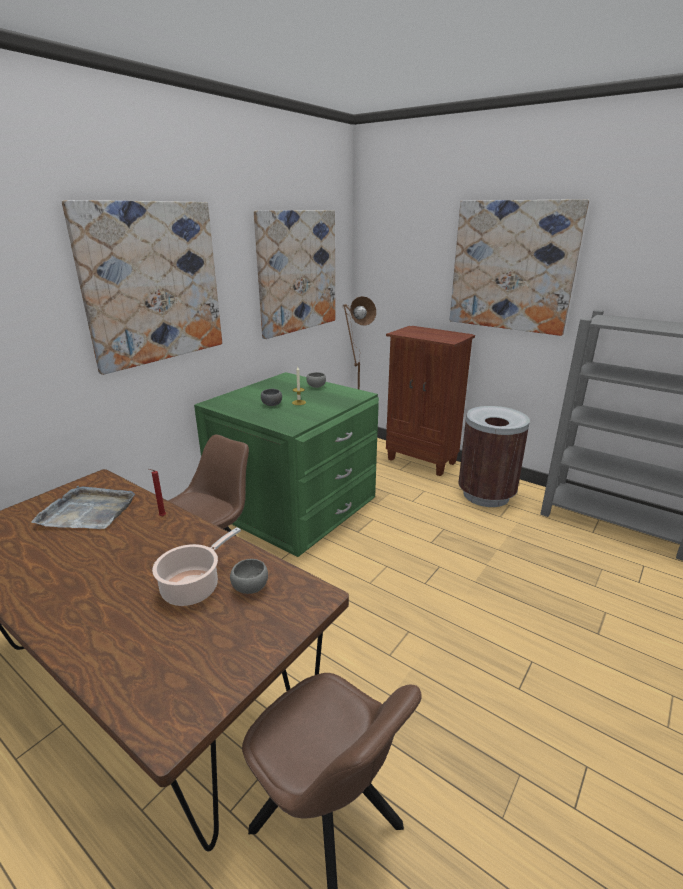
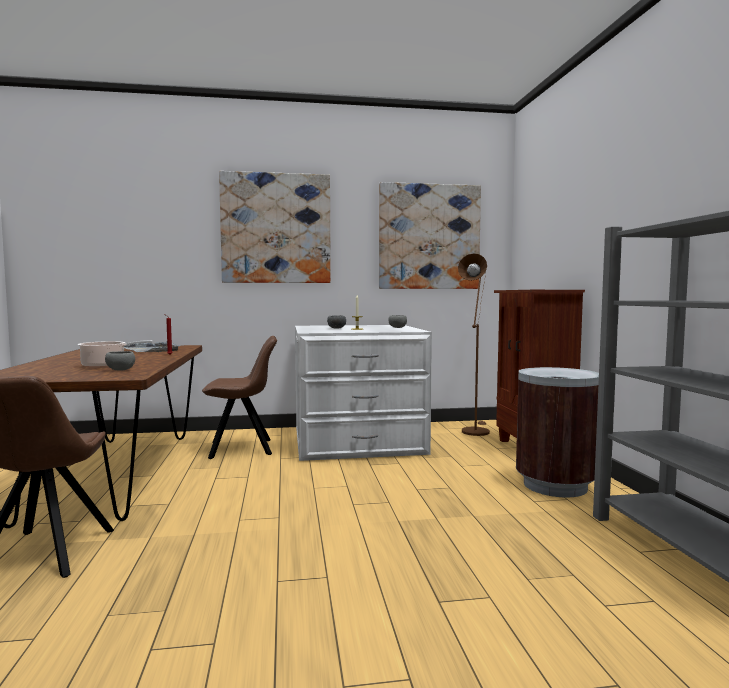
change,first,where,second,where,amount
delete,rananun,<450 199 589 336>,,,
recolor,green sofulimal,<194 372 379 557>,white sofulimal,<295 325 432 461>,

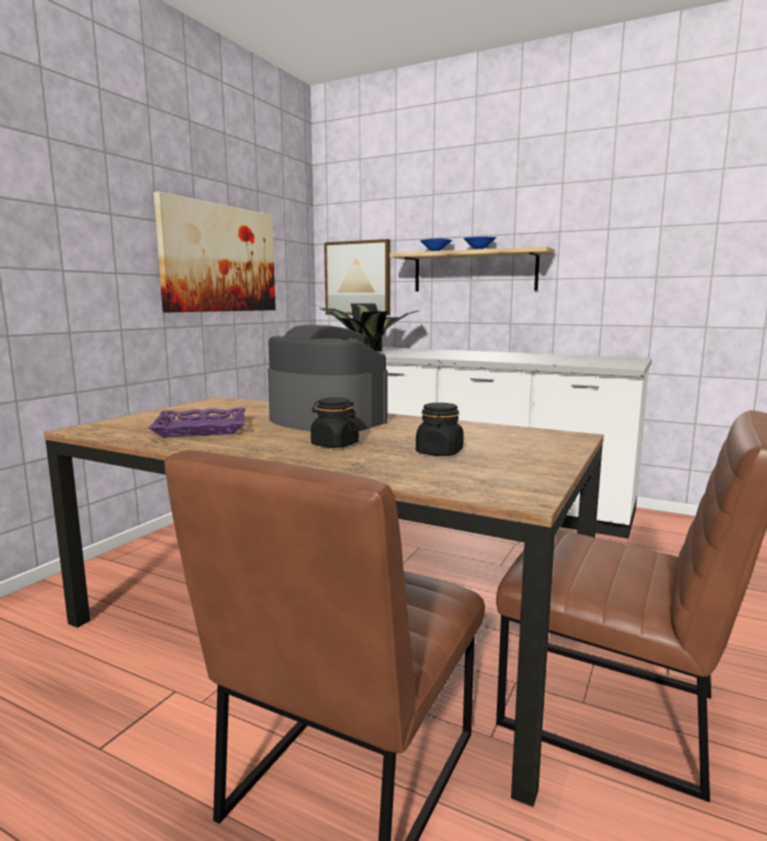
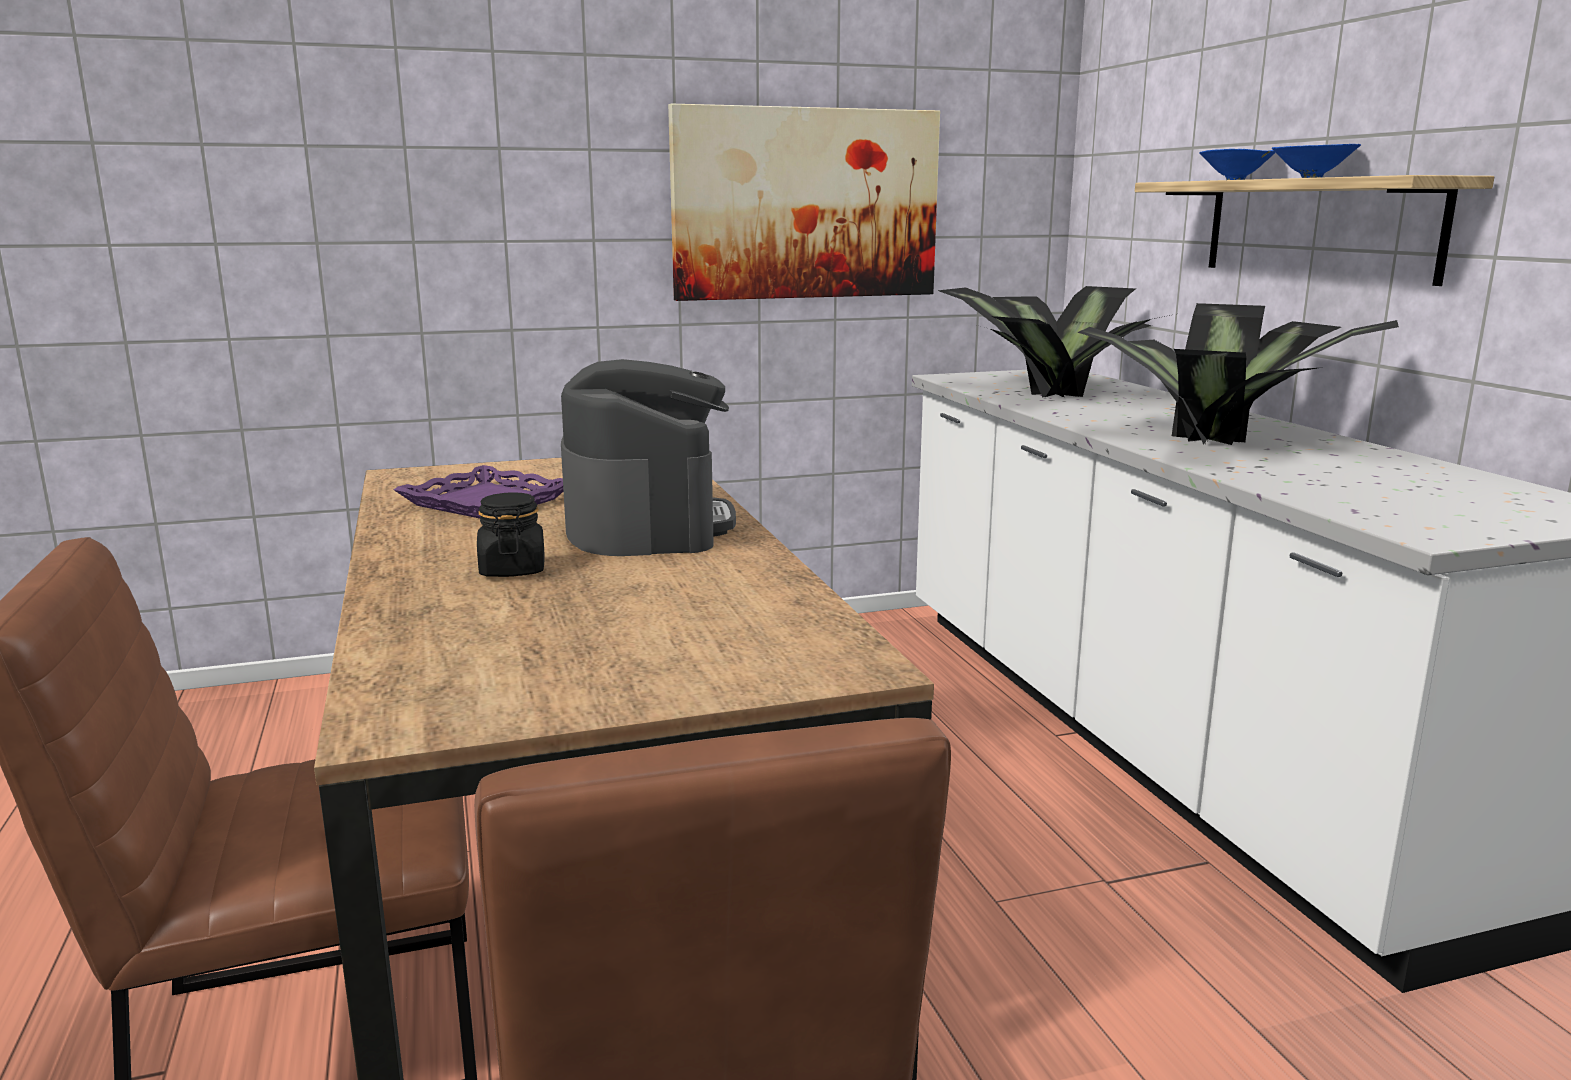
change,first,where,second,where,amount
delete,rananun,<324 239 390 316>,,,
delete,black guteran,<416 403 464 456>,,,
insert,,,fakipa,<1077 303 1399 445>,

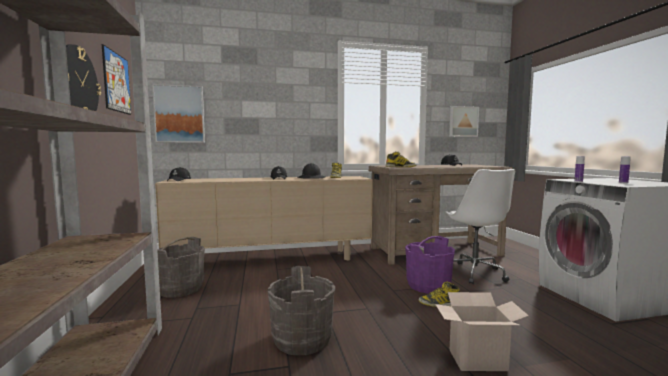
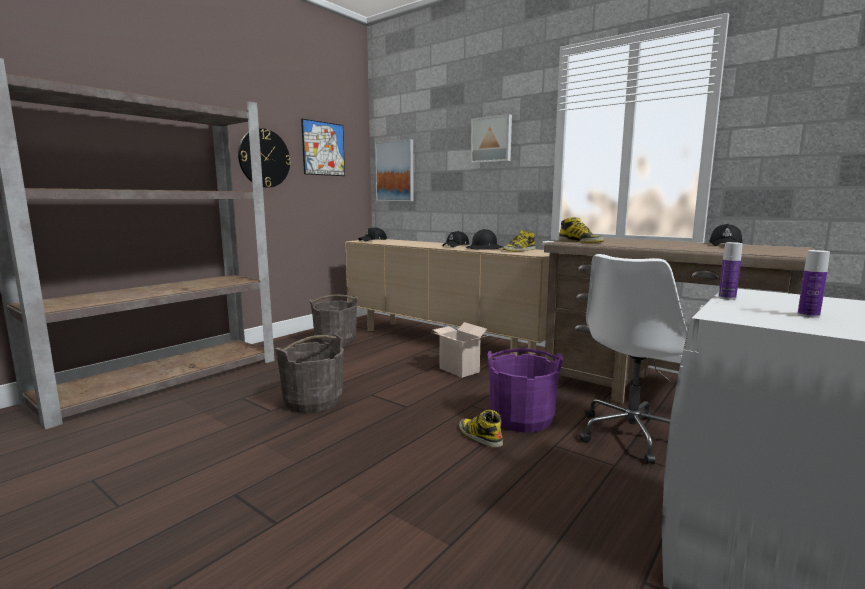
change,first,where,second,where,amount
move,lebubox,<435 292 529 371>,,<431 322 489 378>,
move,rananun,<449 106 479 137>,,<471 114 512 163>,

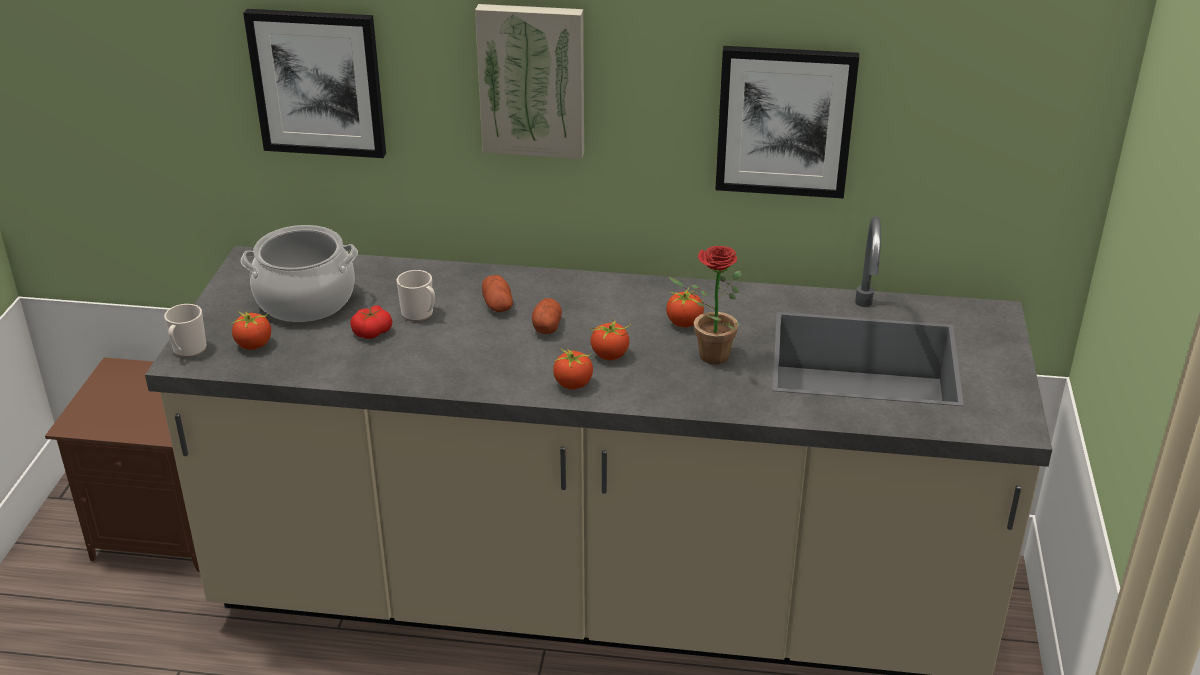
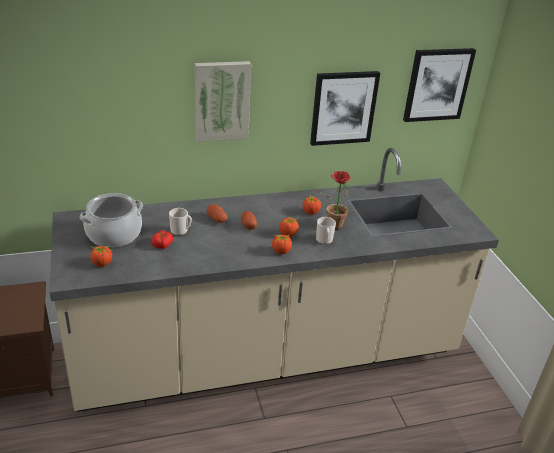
change,first,where,second,where,amount
move,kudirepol,<164 304 207 358>,,<316 217 336 244>,
move,rananun,<243 9 386 158>,,<403 48 476 122>,

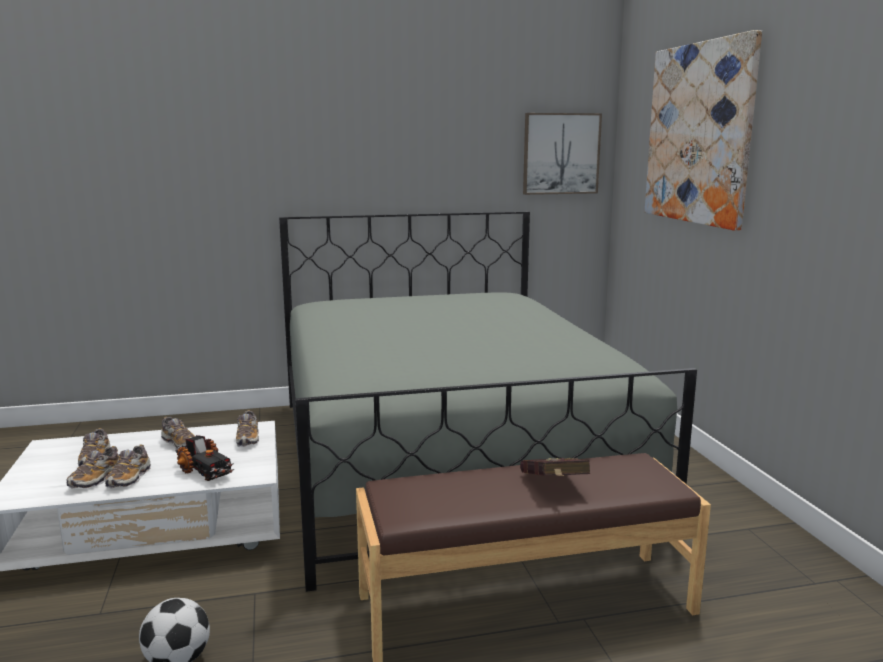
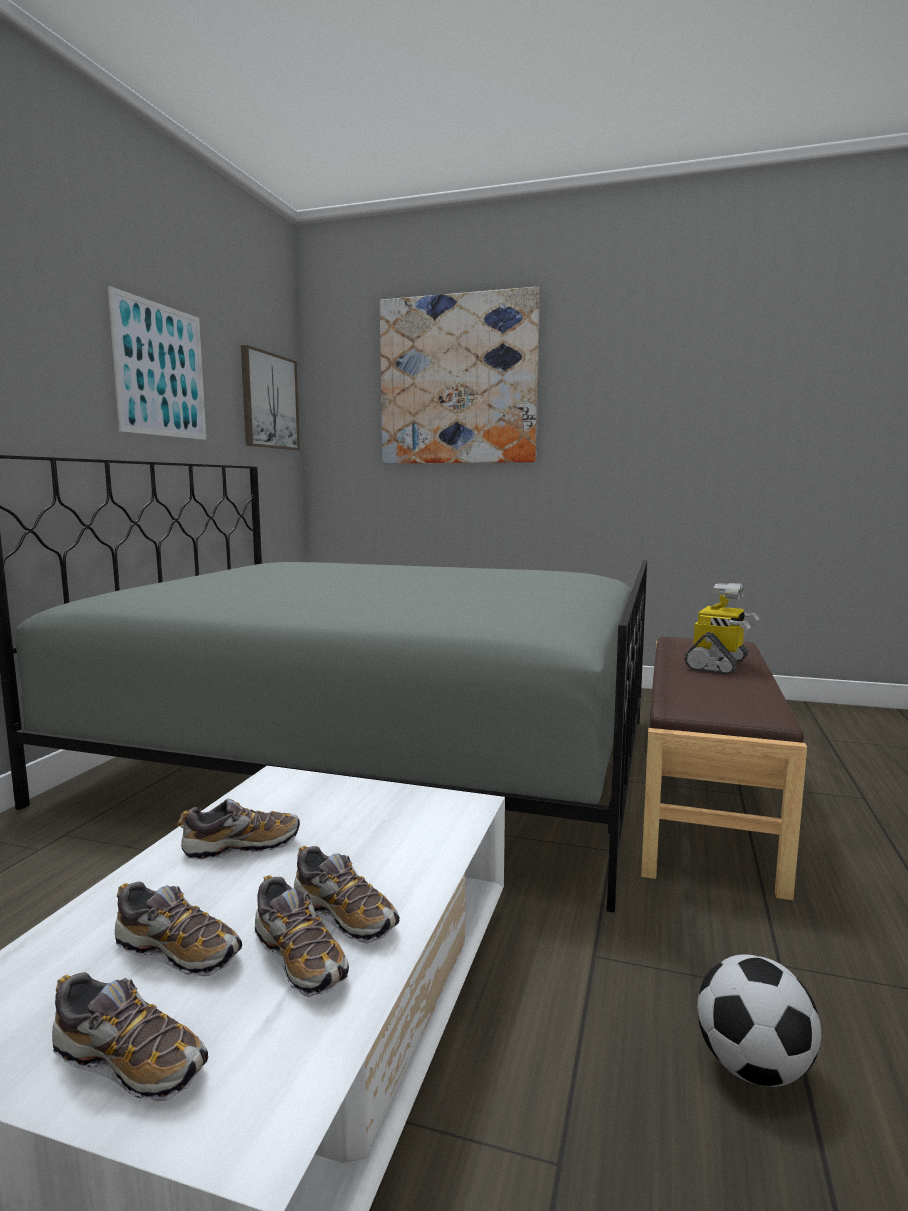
change,first,where,second,where,amount
delete,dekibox,<176 435 234 481>,,,
insert,,,rananun,<108 286 206 440>,
move,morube,<236 410 259 447>,,<52 972 208 1101>,
replace,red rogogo,<520 458 590 476>,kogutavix,<684 583 759 675>,

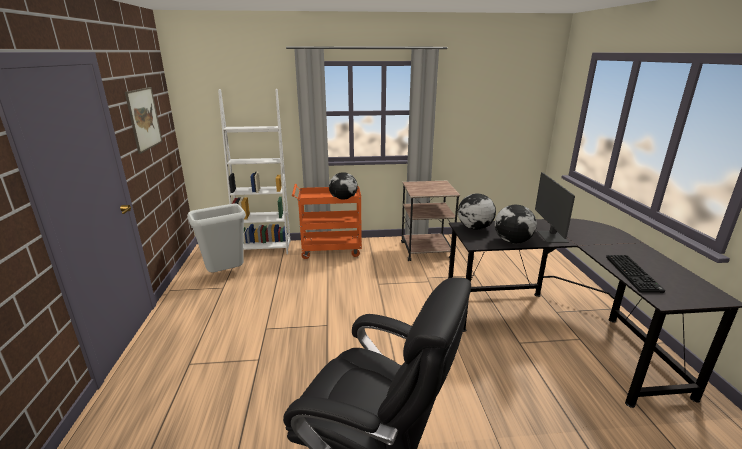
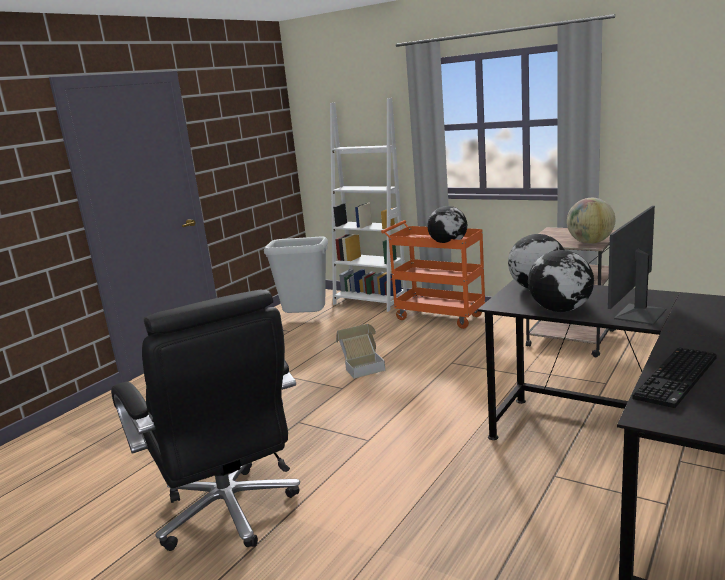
change,first,where,second,where,amount
delete,rananun,<125 87 162 154>,,,
insert,,,lebubox,<336 324 385 379>,
insert,,,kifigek,<567 198 615 244>,

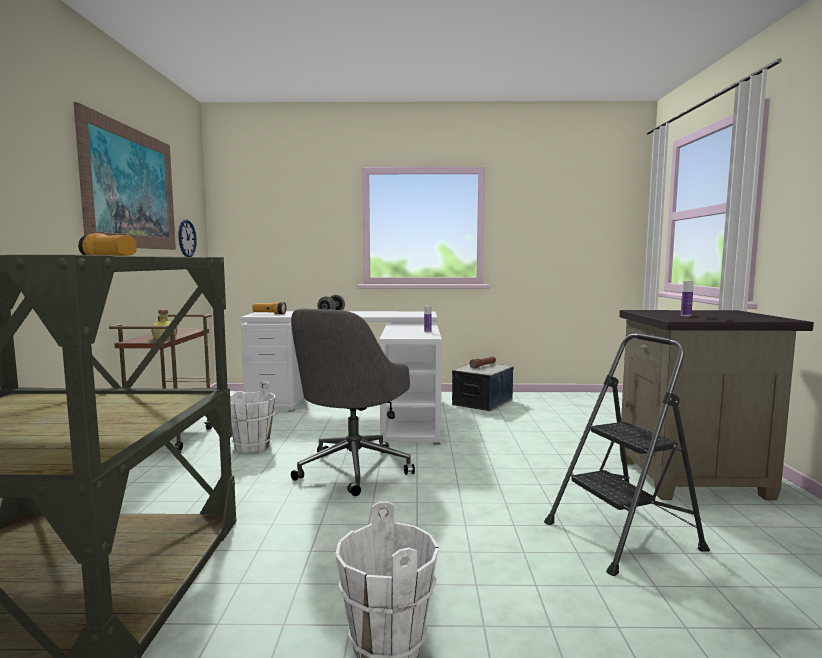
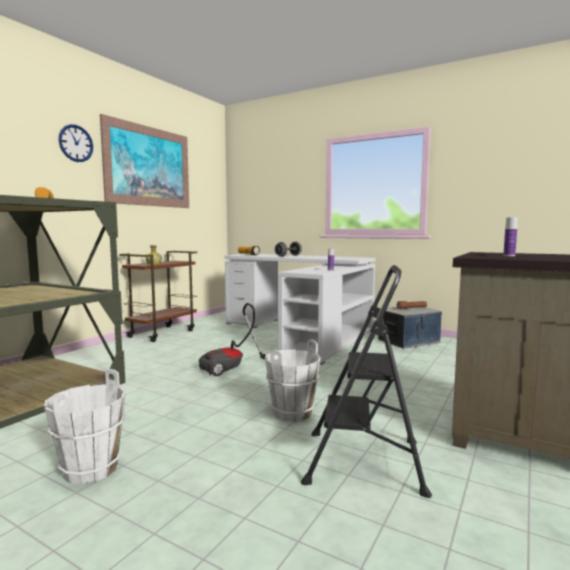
change,first,where,second,where,amount
move,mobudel,<178 219 197 257>,,<59 124 93 162>,
move,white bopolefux,<230 381 275 453>,,<265 339 321 422>,
replace,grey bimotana,<291 309 415 496>,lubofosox,<199 303 266 376>,

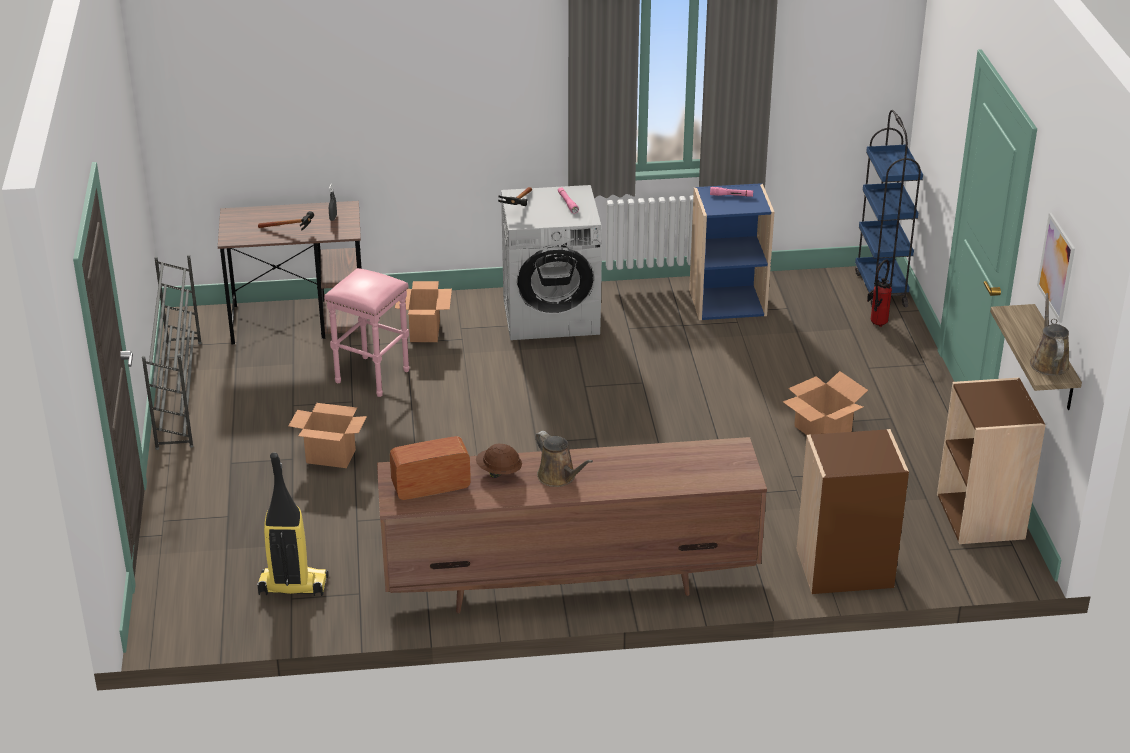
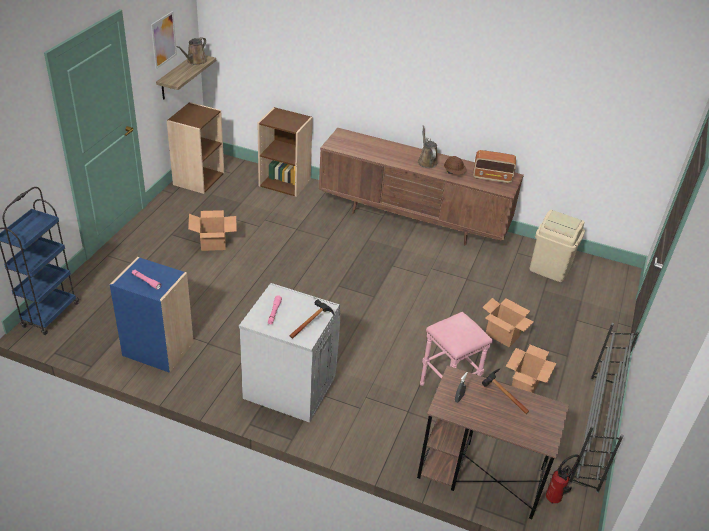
change,first,where,second,where,amount
move,lebubox,<395 281 452 342>,,<506 345 556 393>,
move,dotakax,<867 260 892 327>,,<546 454 580 504>,
replace,lubofosox,<257 452 328 596>,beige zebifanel,<529 210 585 282>,

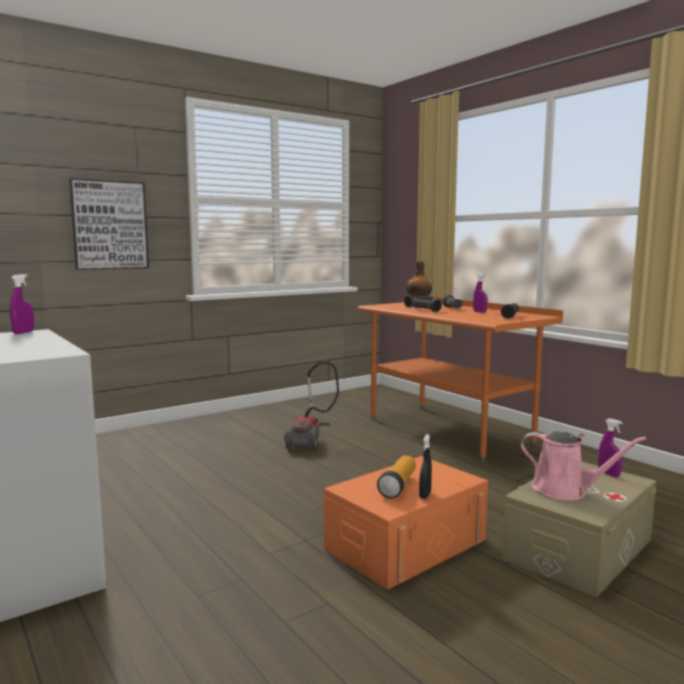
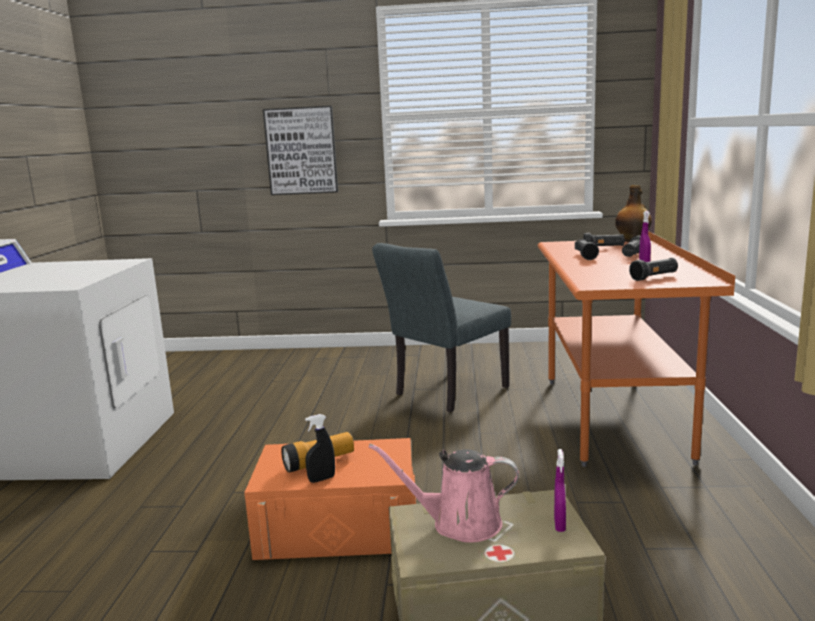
change,first,where,second,where,amount
delete,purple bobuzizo,<10 274 34 334>,,,
replace,lubofosox,<284 362 339 450>,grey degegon,<372 243 511 412>,
rotate,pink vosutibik,<520 431 646 500>,,<369 444 519 543>,120 degrees clockwise

